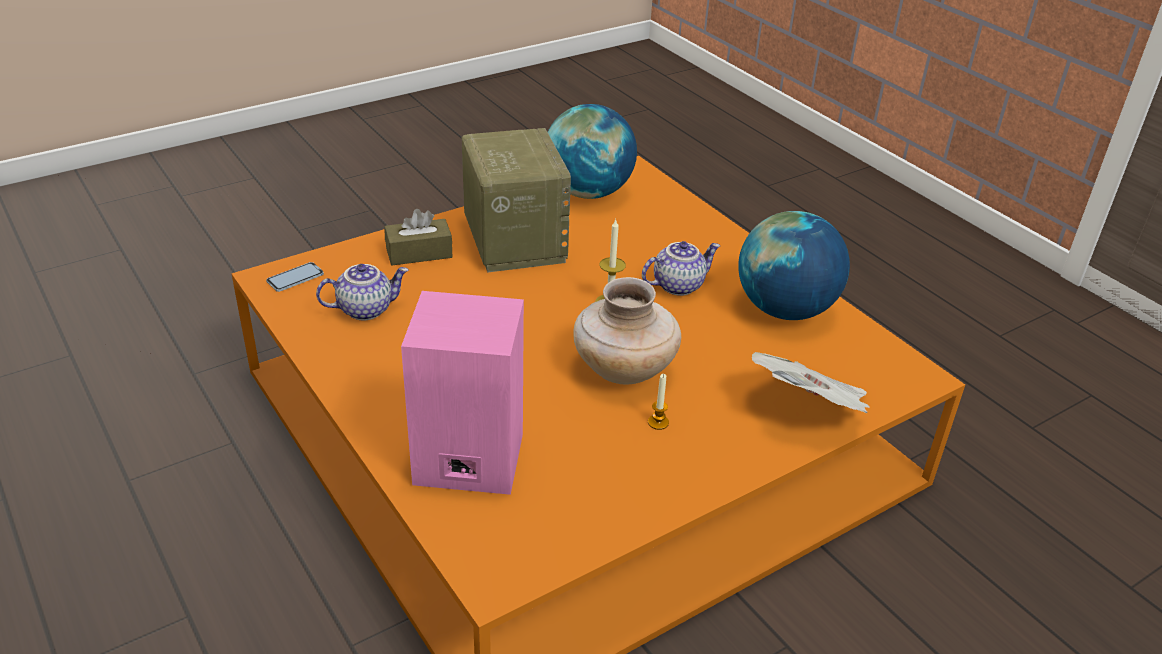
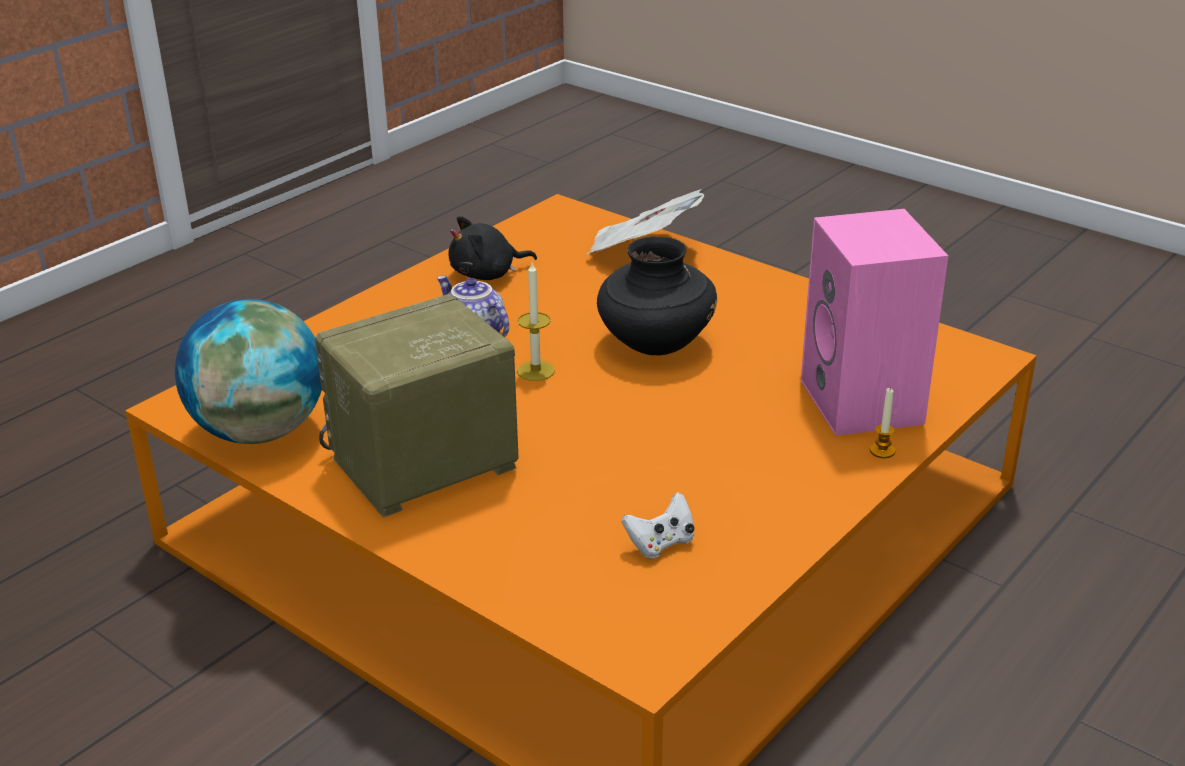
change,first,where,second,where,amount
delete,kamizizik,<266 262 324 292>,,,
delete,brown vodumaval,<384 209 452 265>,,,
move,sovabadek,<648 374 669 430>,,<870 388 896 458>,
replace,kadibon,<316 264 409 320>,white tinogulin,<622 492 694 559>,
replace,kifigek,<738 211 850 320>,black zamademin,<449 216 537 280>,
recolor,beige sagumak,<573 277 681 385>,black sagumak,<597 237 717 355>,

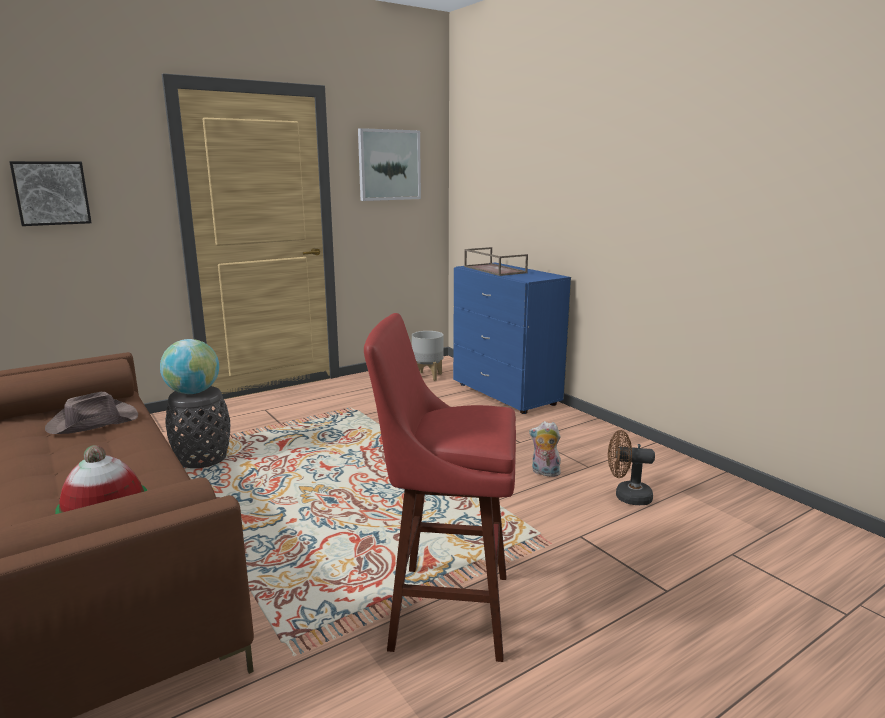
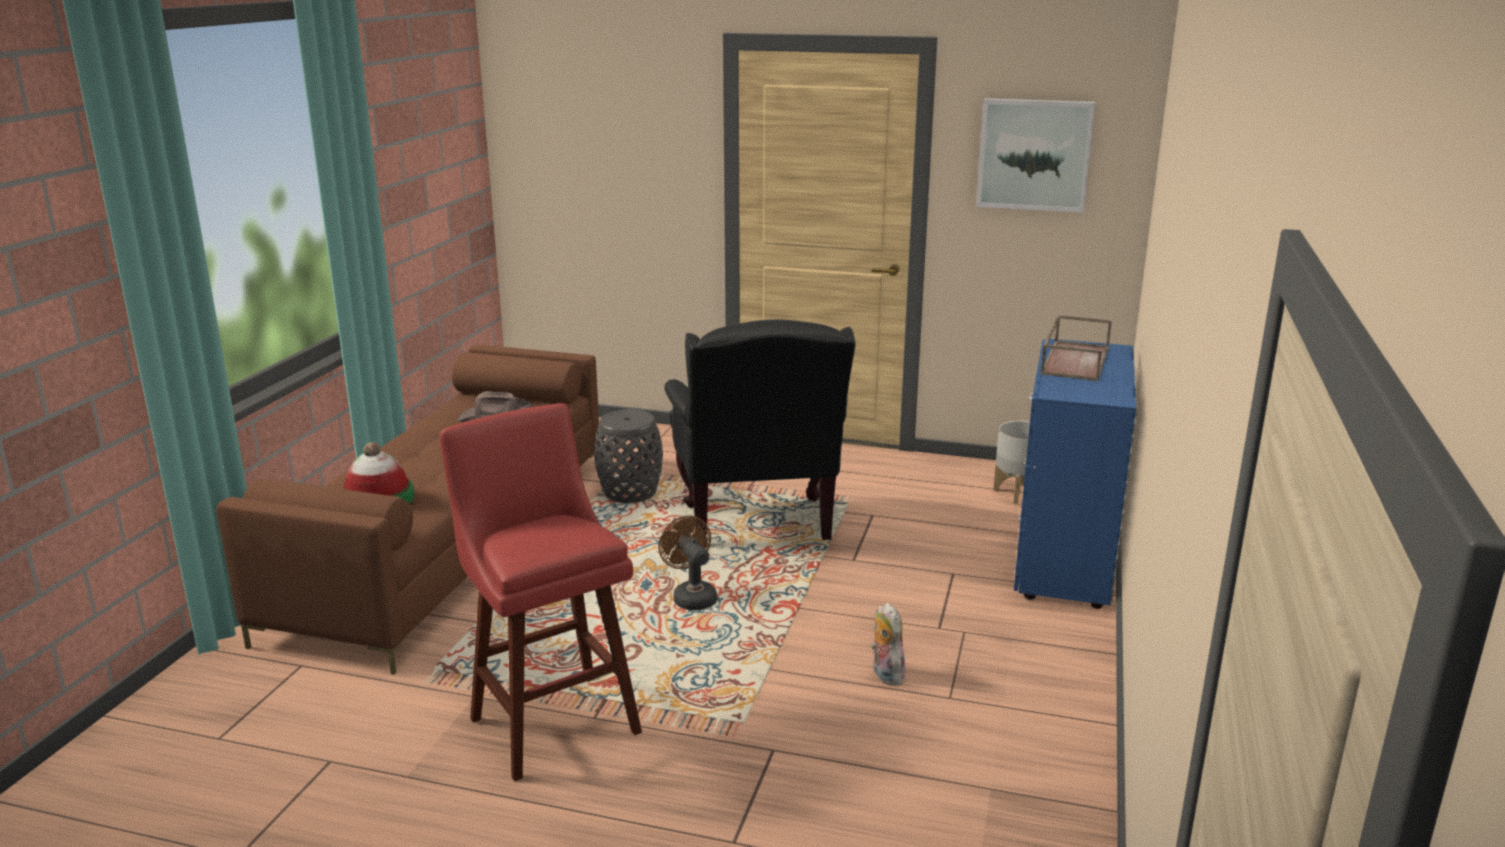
change,first,where,second,where,amount
delete,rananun,<9 161 92 226>,,,
delete,kifigek,<160 339 219 394>,,,
insert,,,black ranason,<664 319 855 547>,
move,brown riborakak,<608 430 655 505>,,<658 516 717 610>,

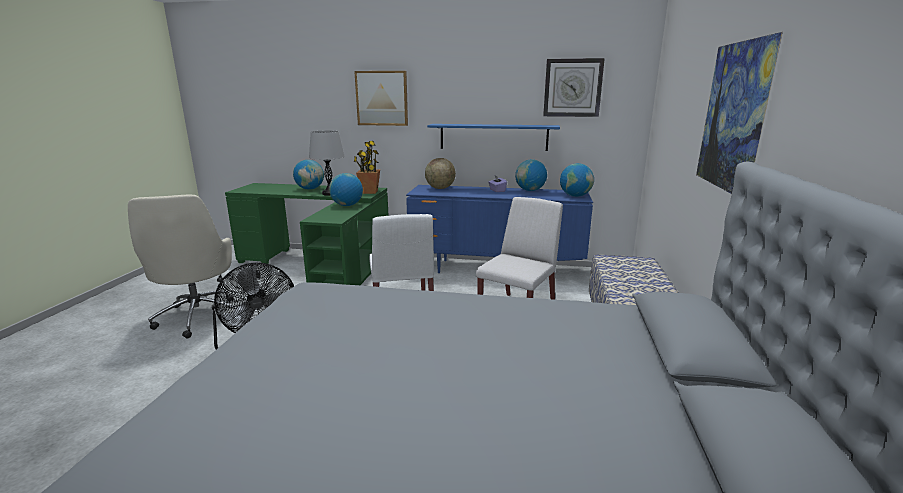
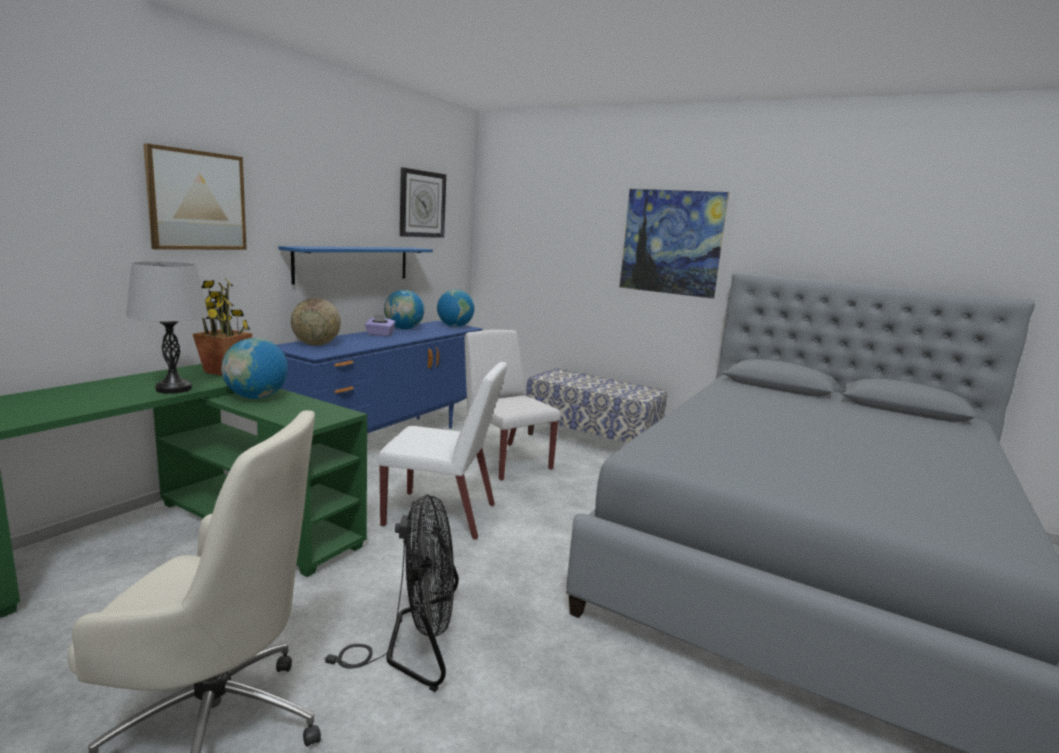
change,first,where,second,where,amount
delete,kifigek,<293 160 324 190>,,,

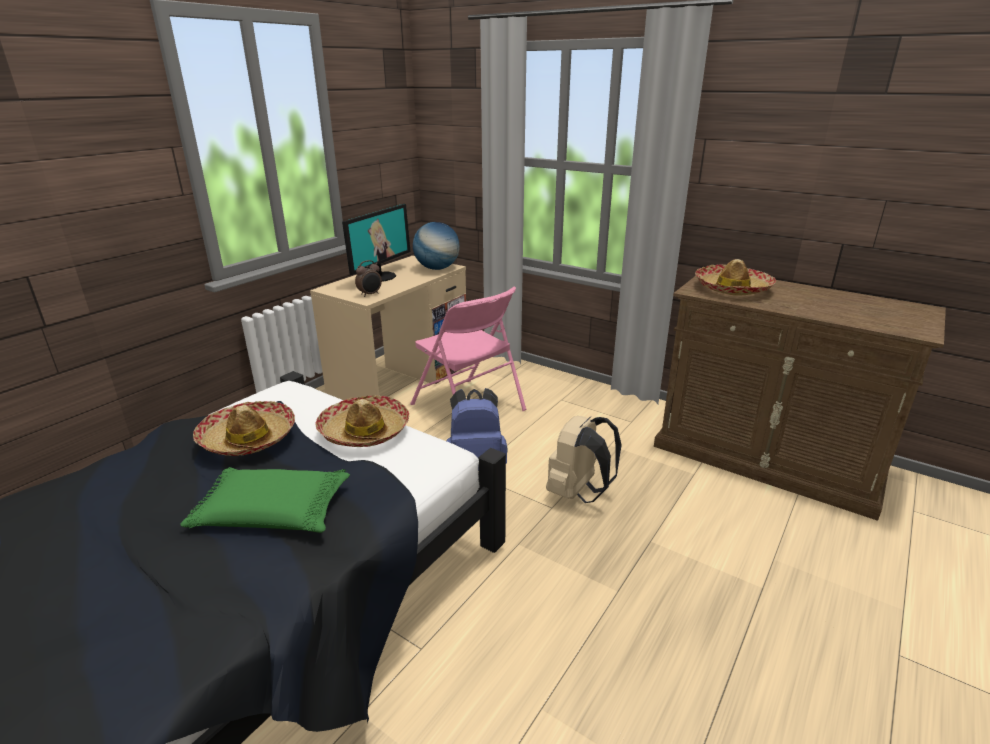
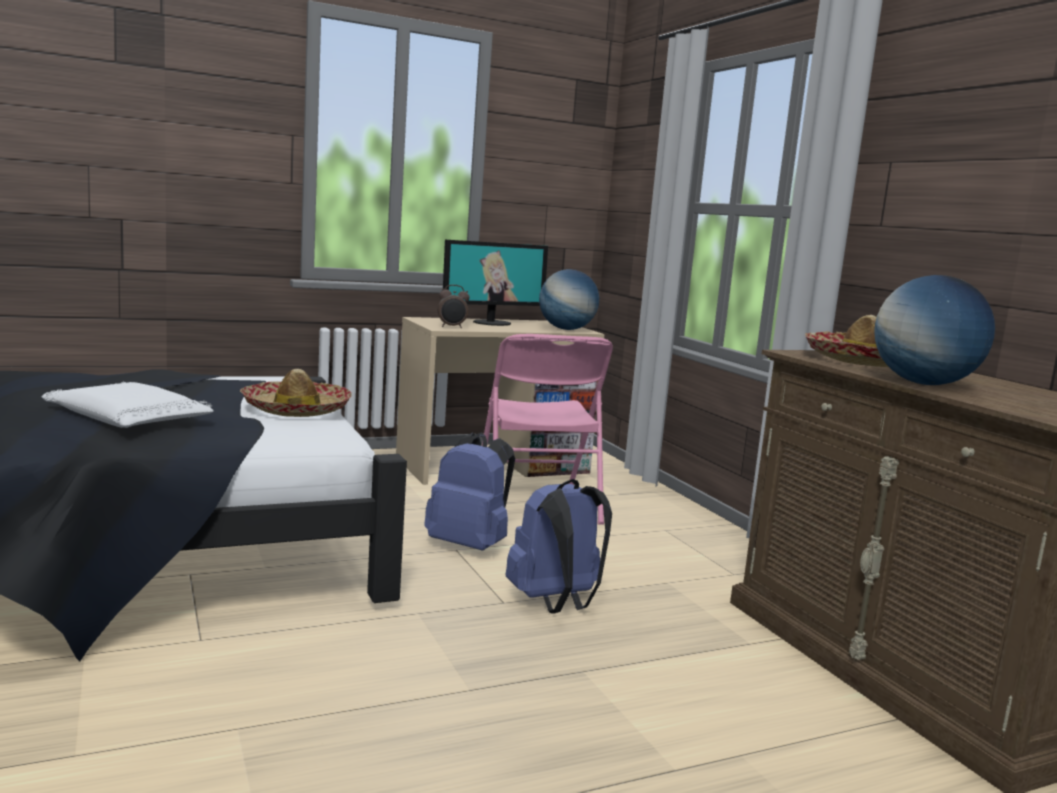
change,first,where,second,where,amount
delete,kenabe,<193 401 295 456>,,,
insert,,,kifigek,<874 275 995 385>,
recolor,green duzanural,<180 467 350 533>,white duzanural,<42 382 214 428>,
recolor,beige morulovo,<546 416 622 503>,blue morulovo,<506 479 612 614>,

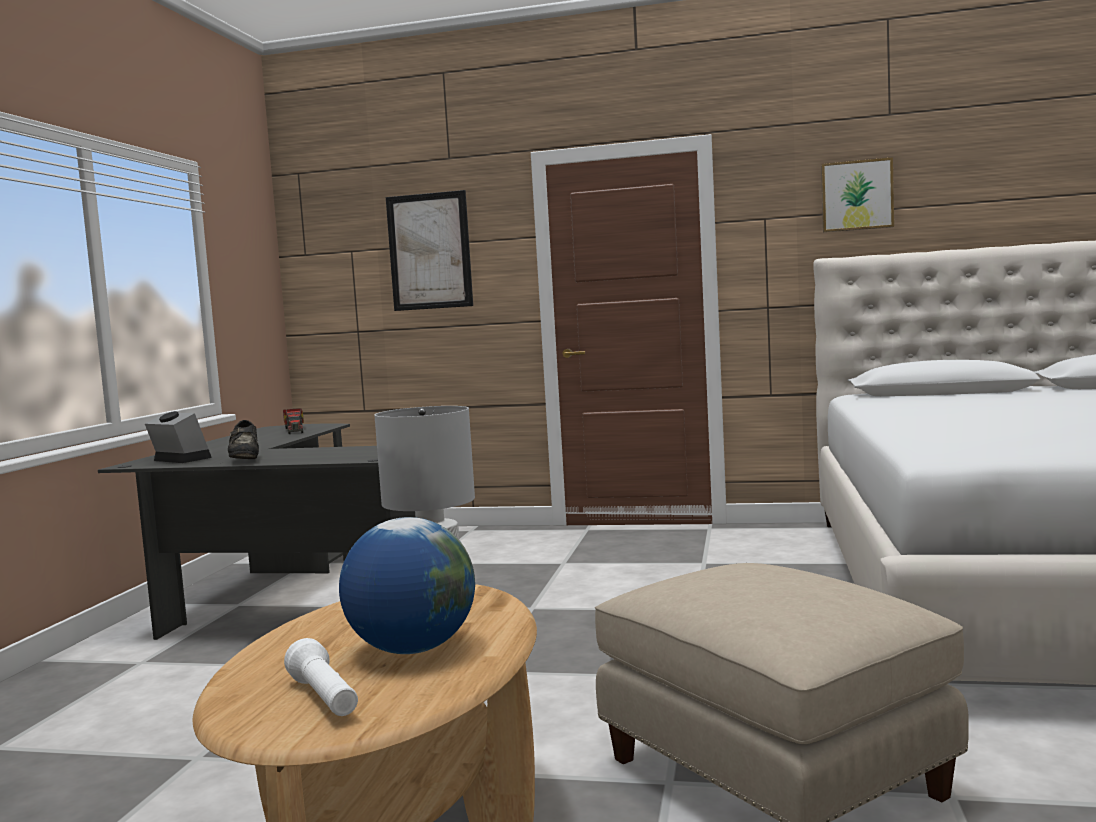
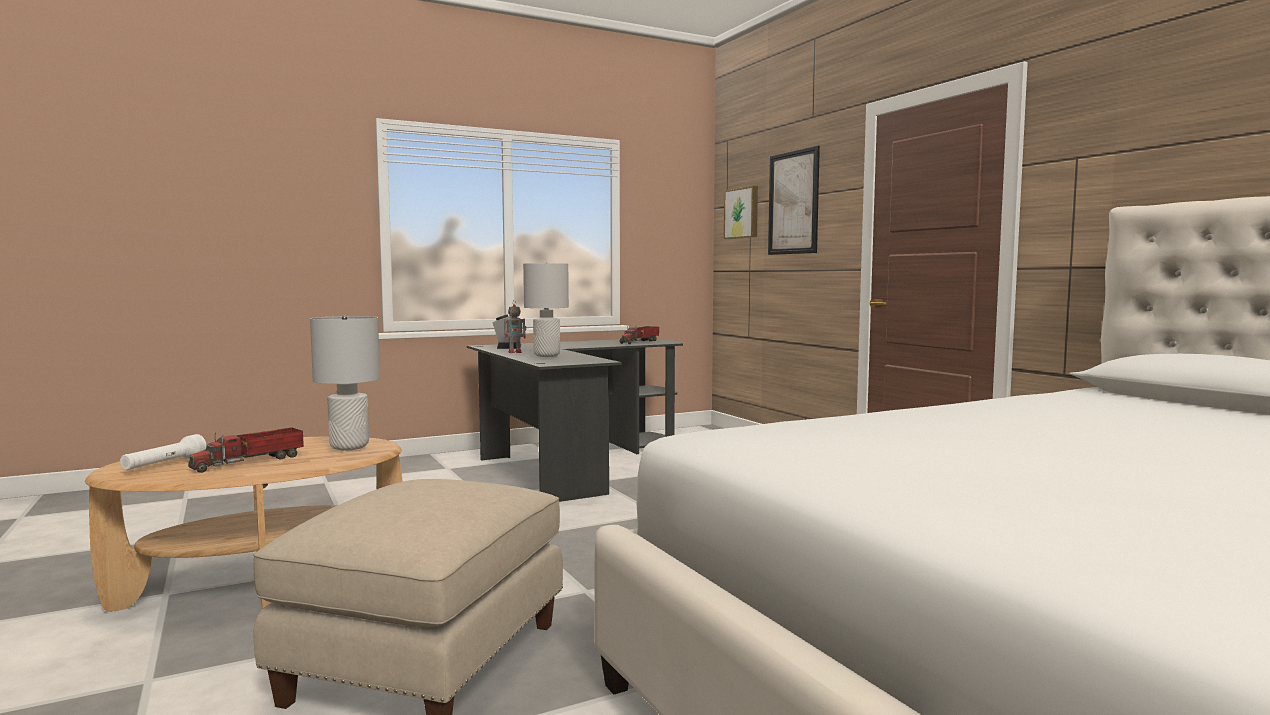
change,first,where,second,where,amount
insert,,,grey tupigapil,<523 262 569 357>,
move,rananun,<821 157 894 232>,,<724 186 758 239>,
replace,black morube,<228 420 259 459>,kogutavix,<504 300 527 353>,
replace,kifigek,<339 517 475 654>,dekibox,<188 428 304 473>,

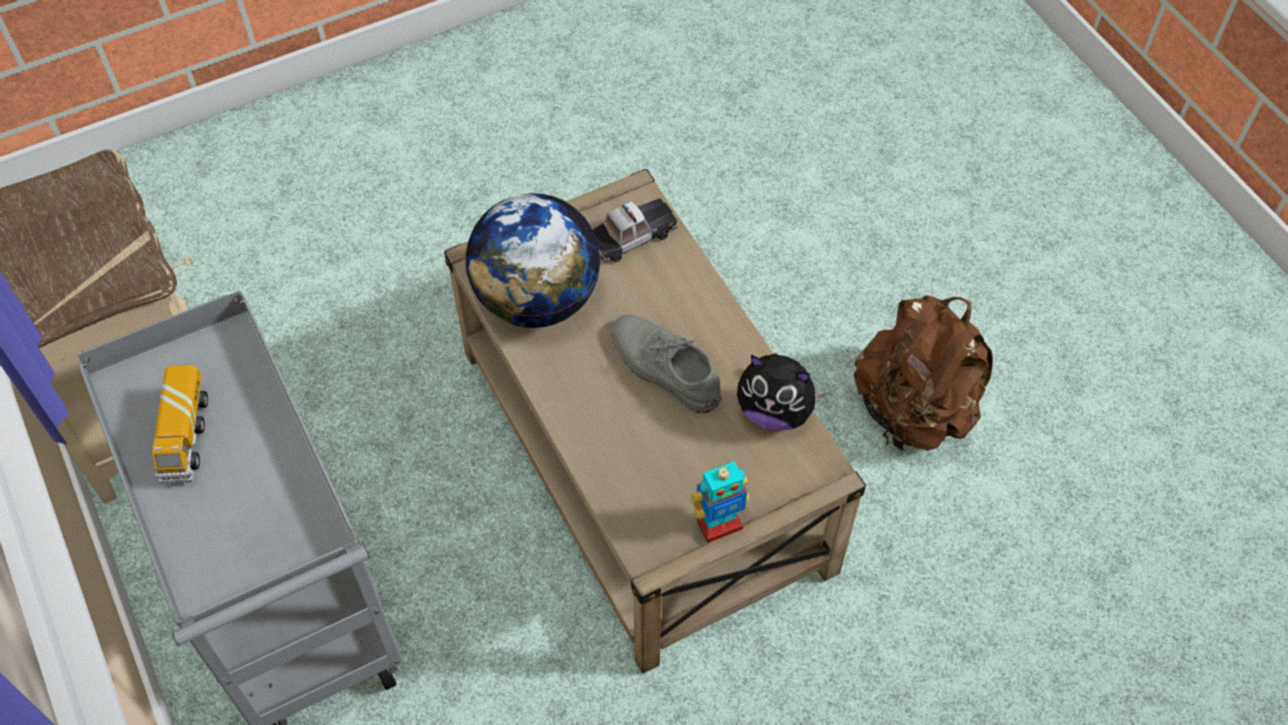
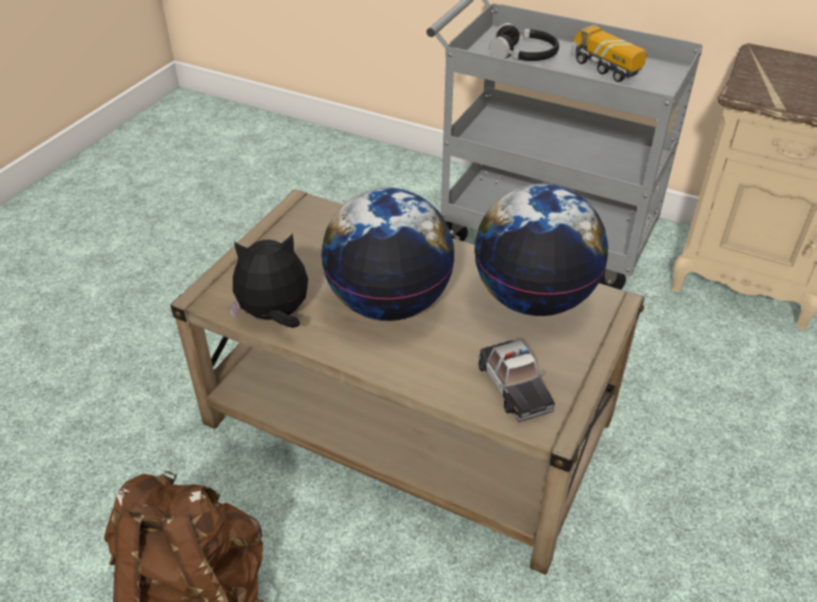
change,first,where,second,where,amount
delete,kogutavix,<690 461 750 543>,,,
insert,,,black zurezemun,<489 23 559 61>,
replace,grey morube,<611 315 721 413>,kifigek,<321 188 455 321>,
rotate,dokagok,<593 198 678 262>,,<478 340 555 423>,45 degrees counterclockwise

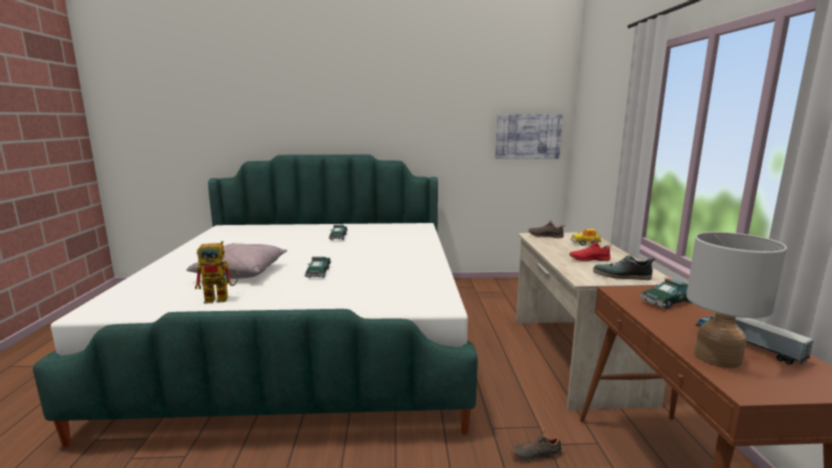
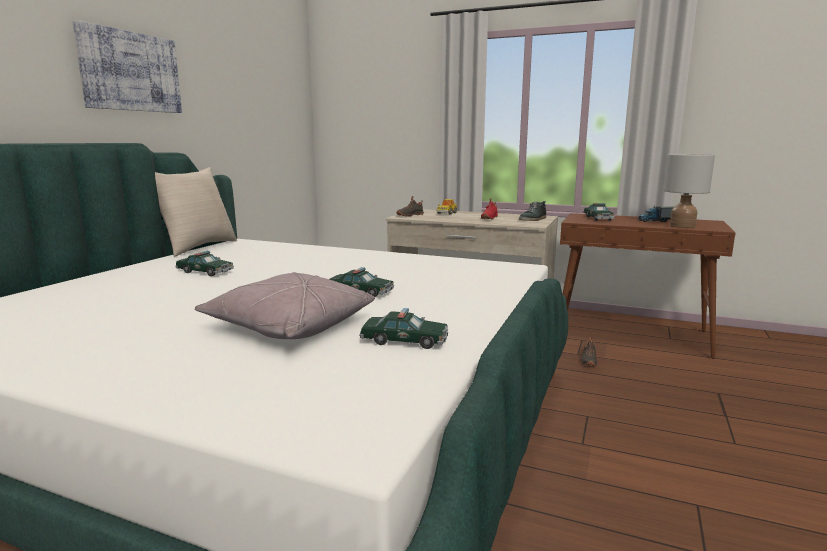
change,first,where,second,where,amount
insert,,,beige duzanural,<155 167 237 256>,
move,rananun,<495 114 563 159>,,<72 20 182 113>,
replace,kogutavix,<195 241 239 304>,dokagok,<359 308 448 349>,

